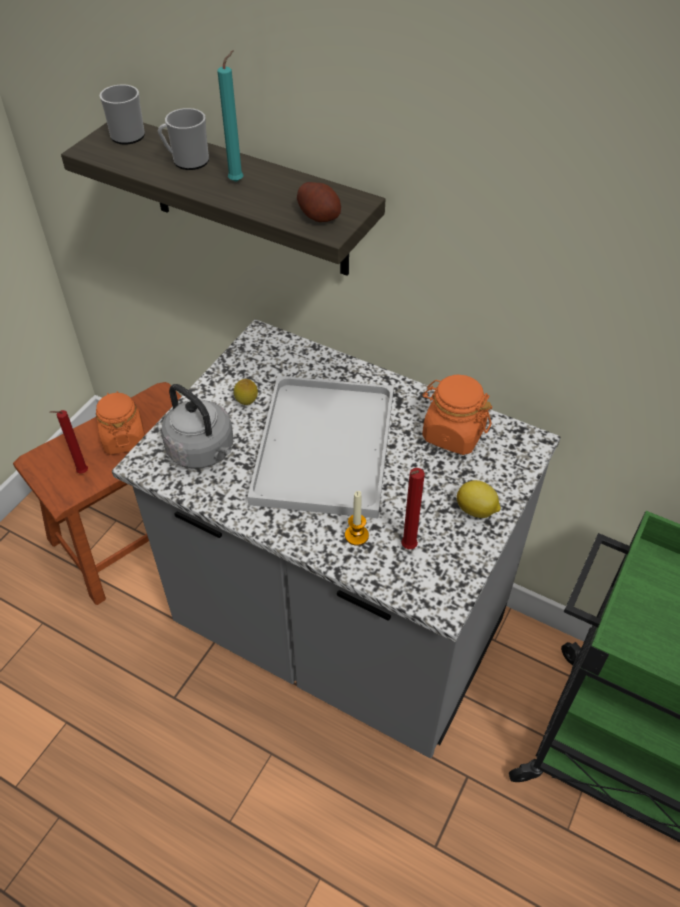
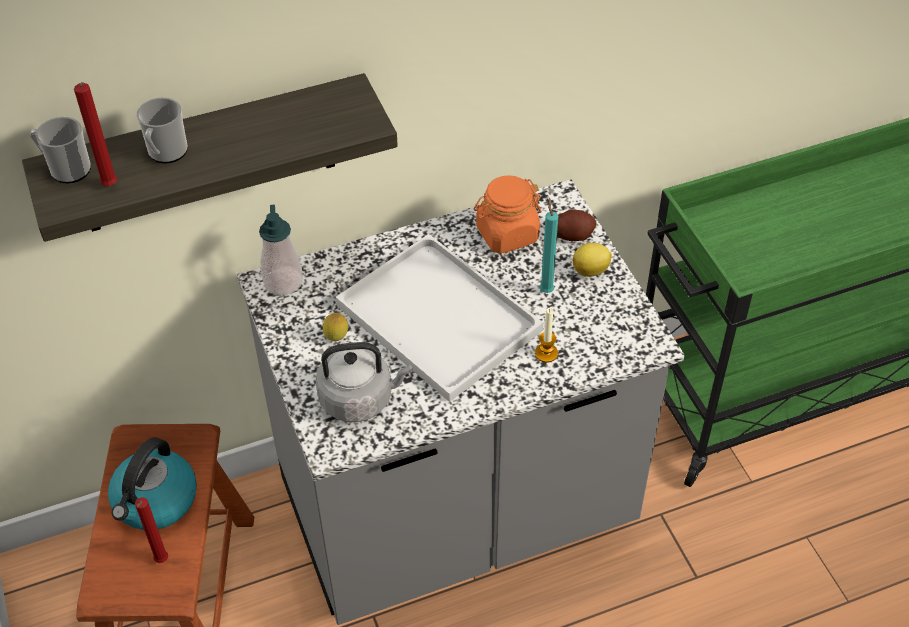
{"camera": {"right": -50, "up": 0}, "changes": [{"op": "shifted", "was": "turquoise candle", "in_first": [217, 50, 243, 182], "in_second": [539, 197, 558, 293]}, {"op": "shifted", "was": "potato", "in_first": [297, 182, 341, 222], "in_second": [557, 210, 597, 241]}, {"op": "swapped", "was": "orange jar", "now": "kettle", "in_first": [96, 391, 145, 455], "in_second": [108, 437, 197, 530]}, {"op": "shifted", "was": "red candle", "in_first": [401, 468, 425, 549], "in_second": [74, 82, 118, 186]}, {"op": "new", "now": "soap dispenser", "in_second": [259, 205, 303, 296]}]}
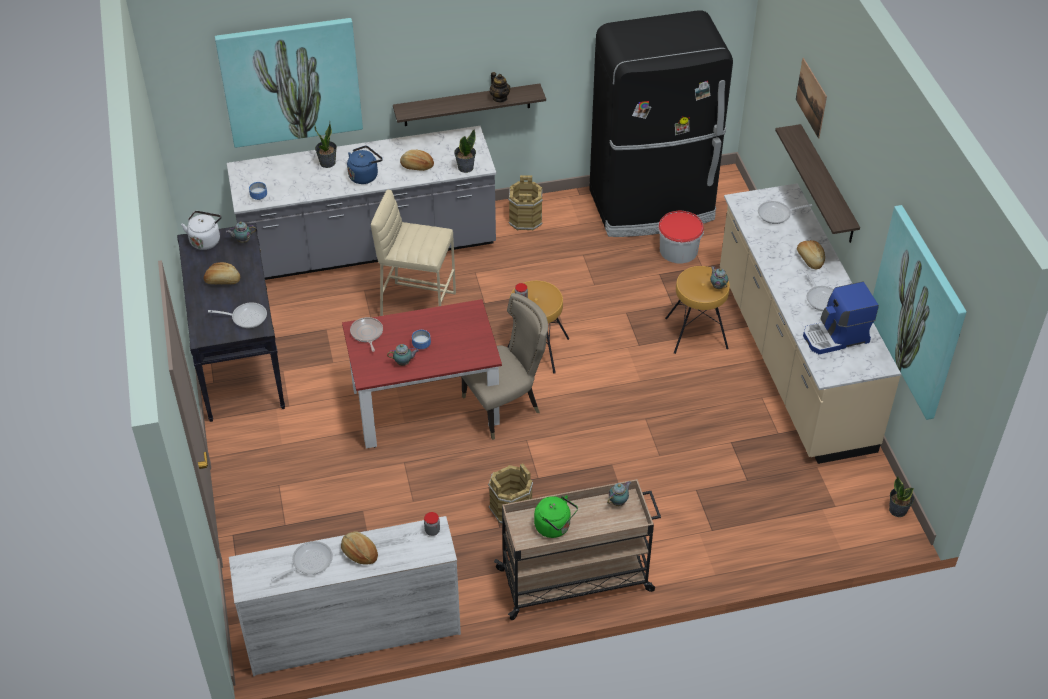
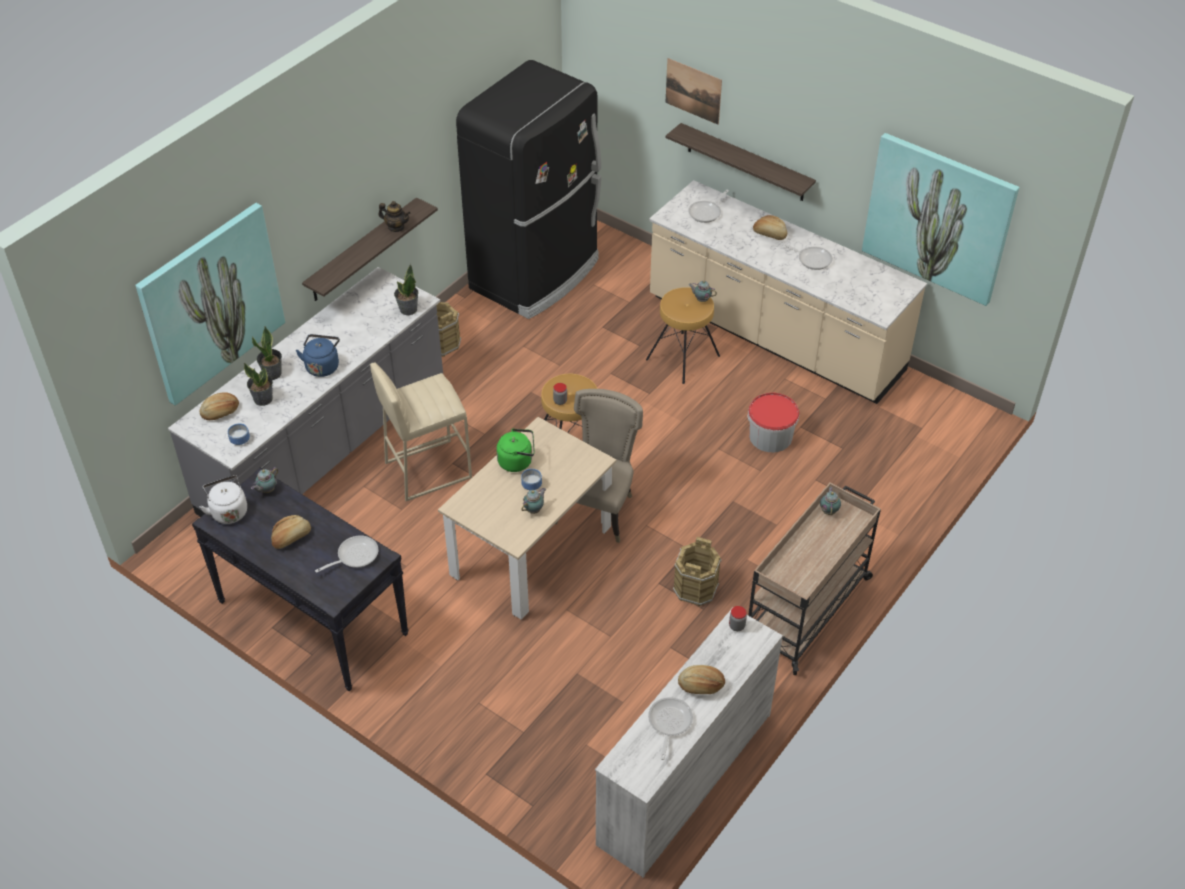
{"camera": {"right": -40, "up": 0}, "changes": [{"op": "shifted", "was": "bread", "in_first": [400, 150, 434, 171], "in_second": [199, 392, 239, 420]}, {"op": "shifted", "was": "bucket", "in_first": [658, 210, 704, 264], "in_second": [747, 393, 799, 452]}, {"op": "gone", "was": "coffee machine", "in_first": [803, 282, 879, 354]}, {"op": "repainted", "was": "red dining table", "now": "beige dining table", "in_first": [342, 299, 502, 448], "in_second": [438, 417, 616, 619]}, {"op": "gone", "was": "frying pan", "in_first": [350, 317, 383, 352]}, {"op": "shifted", "was": "potted plant", "in_first": [889, 476, 914, 517], "in_second": [244, 363, 273, 406]}, {"op": "shifted", "was": "green kettle", "in_first": [534, 495, 578, 538], "in_second": [496, 429, 535, 472]}]}
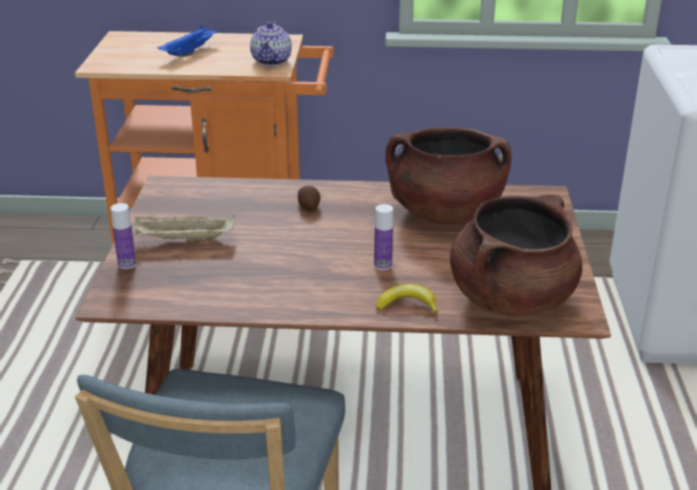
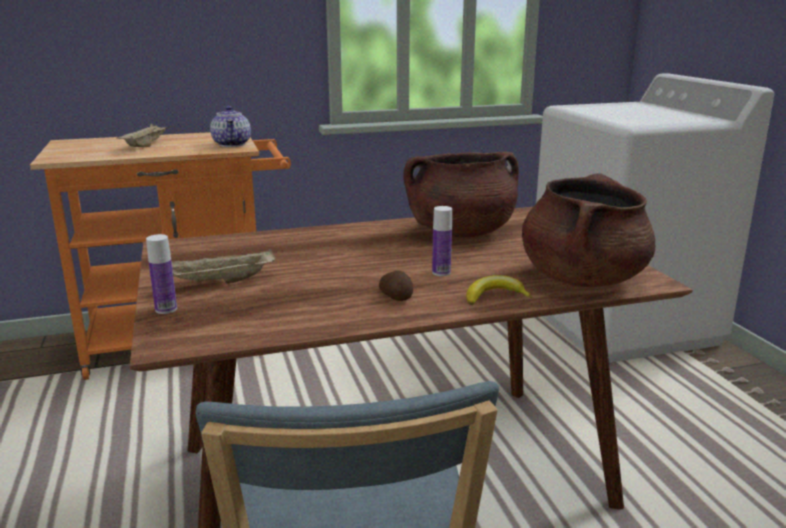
{"camera": {"right": -20, "up": -10}, "changes": [{"op": "repainted", "was": "blue tray", "now": "beige tray", "in_first": [158, 26, 222, 57], "in_second": [116, 123, 174, 147]}, {"op": "shifted", "was": "potato", "in_first": [298, 186, 321, 211], "in_second": [379, 270, 413, 301]}]}
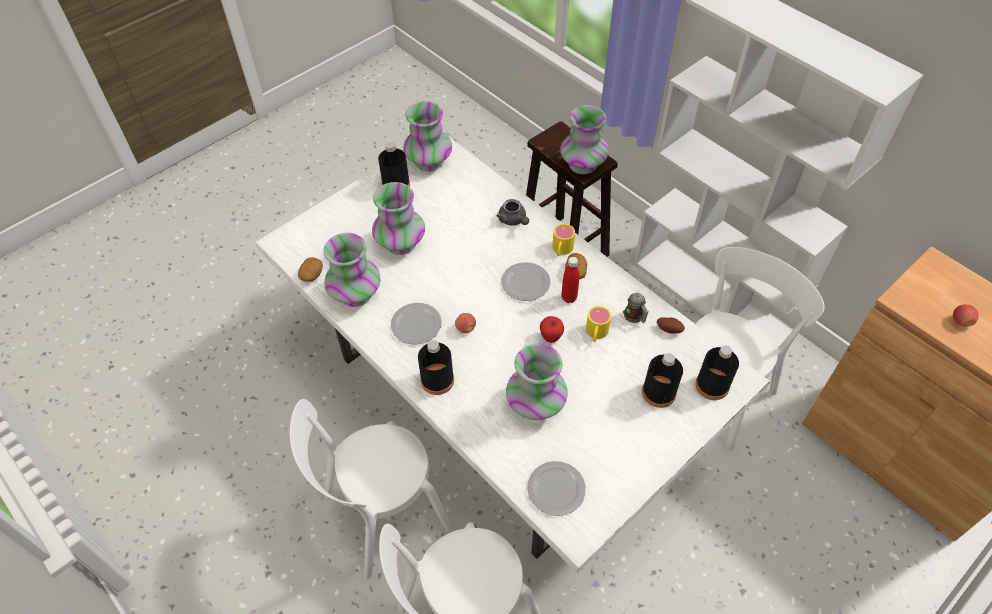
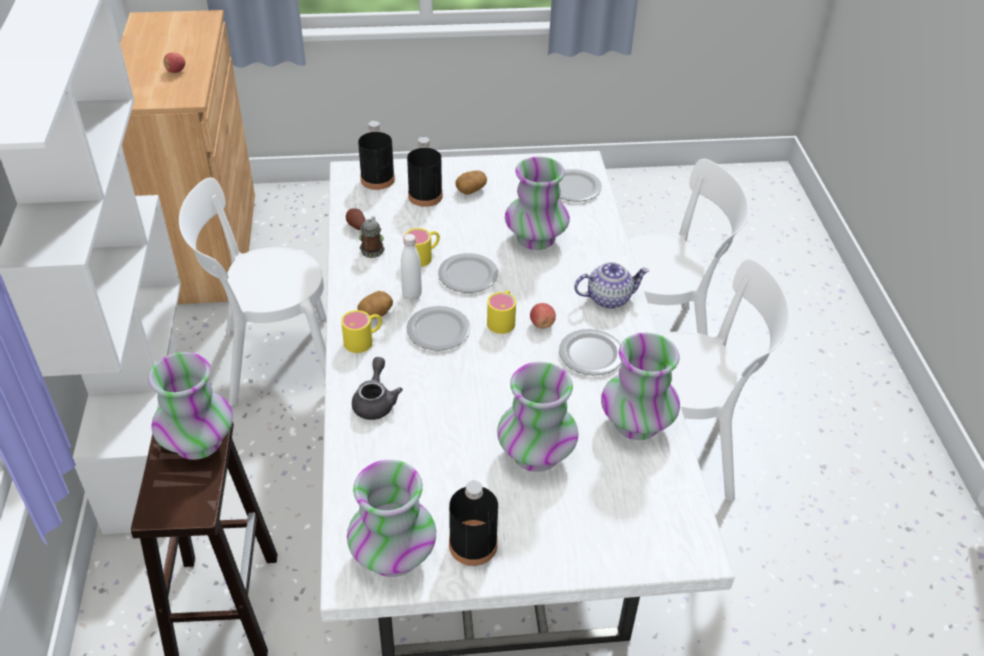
{"camera": {"right": -145, "up": -10}, "changes": [{"op": "shifted", "was": "potato", "in_first": [298, 257, 323, 282], "in_second": [455, 170, 487, 195]}, {"op": "repainted", "was": "red bottle", "now": "white bottle", "in_first": [561, 257, 579, 303], "in_second": [401, 234, 422, 300]}, {"op": "swapped", "was": "apple", "now": "plate", "in_first": [540, 316, 564, 343], "in_second": [438, 253, 498, 293]}, {"op": "swapped", "was": "black bottle", "now": "teapot", "in_first": [418, 340, 454, 395], "in_second": [574, 262, 649, 309]}, {"op": "new", "now": "yellow mug", "in_second": [487, 290, 516, 334]}]}
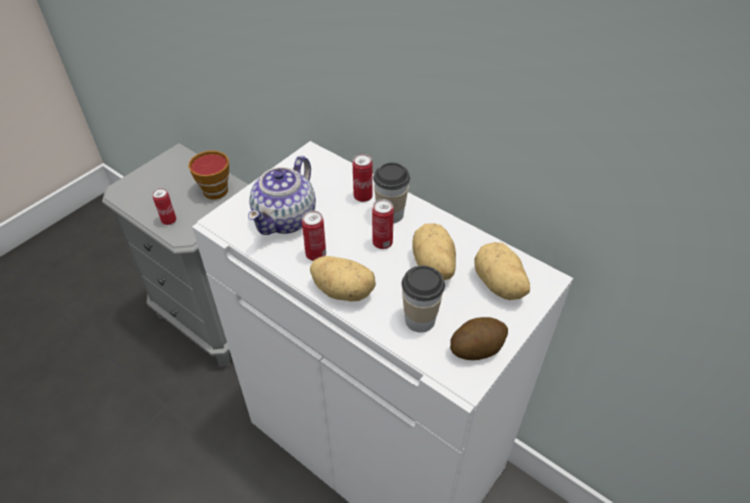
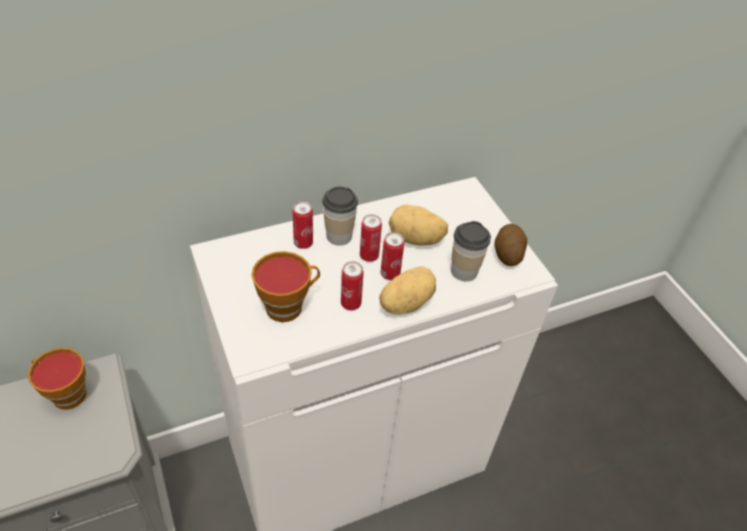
{"camera": {"right": -65, "up": 0}, "changes": [{"op": "swapped", "was": "teapot", "now": "cup", "in_first": [248, 156, 316, 235], "in_second": [252, 251, 320, 322]}, {"op": "shifted", "was": "can", "in_first": [152, 188, 176, 225], "in_second": [381, 232, 404, 280]}, {"op": "gone", "was": "potato", "in_first": [474, 242, 530, 300]}]}
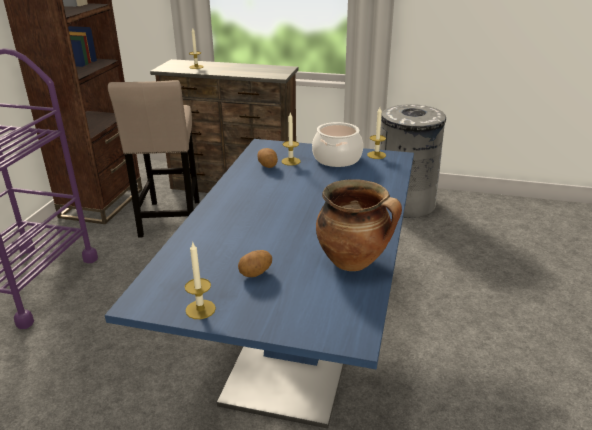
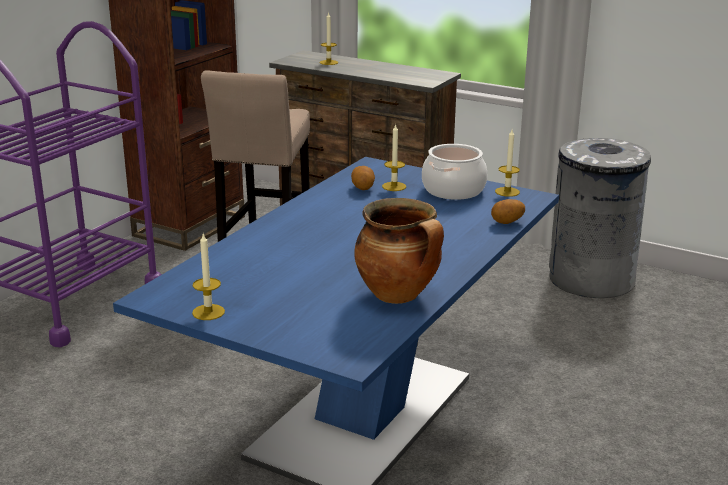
{"camera": {"right": 15, "up": -5}, "changes": [{"op": "shifted", "was": "potato", "in_first": [238, 250, 272, 277], "in_second": [491, 199, 525, 224]}]}
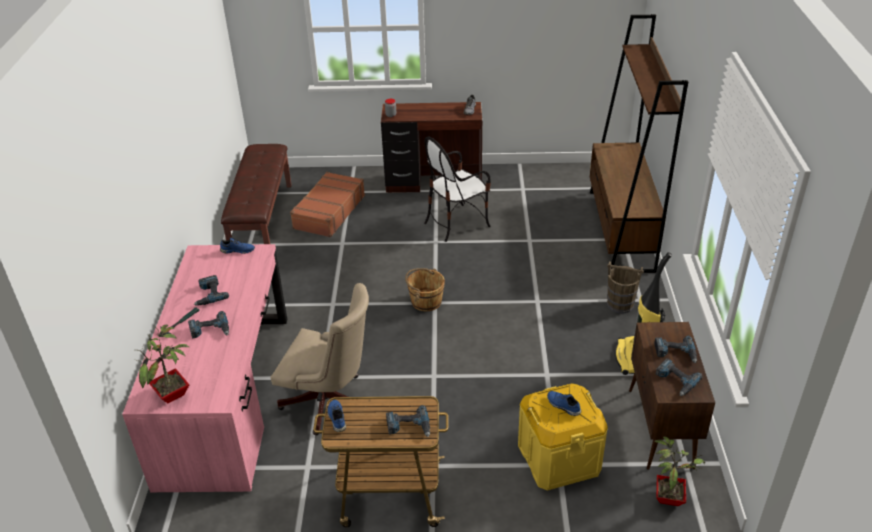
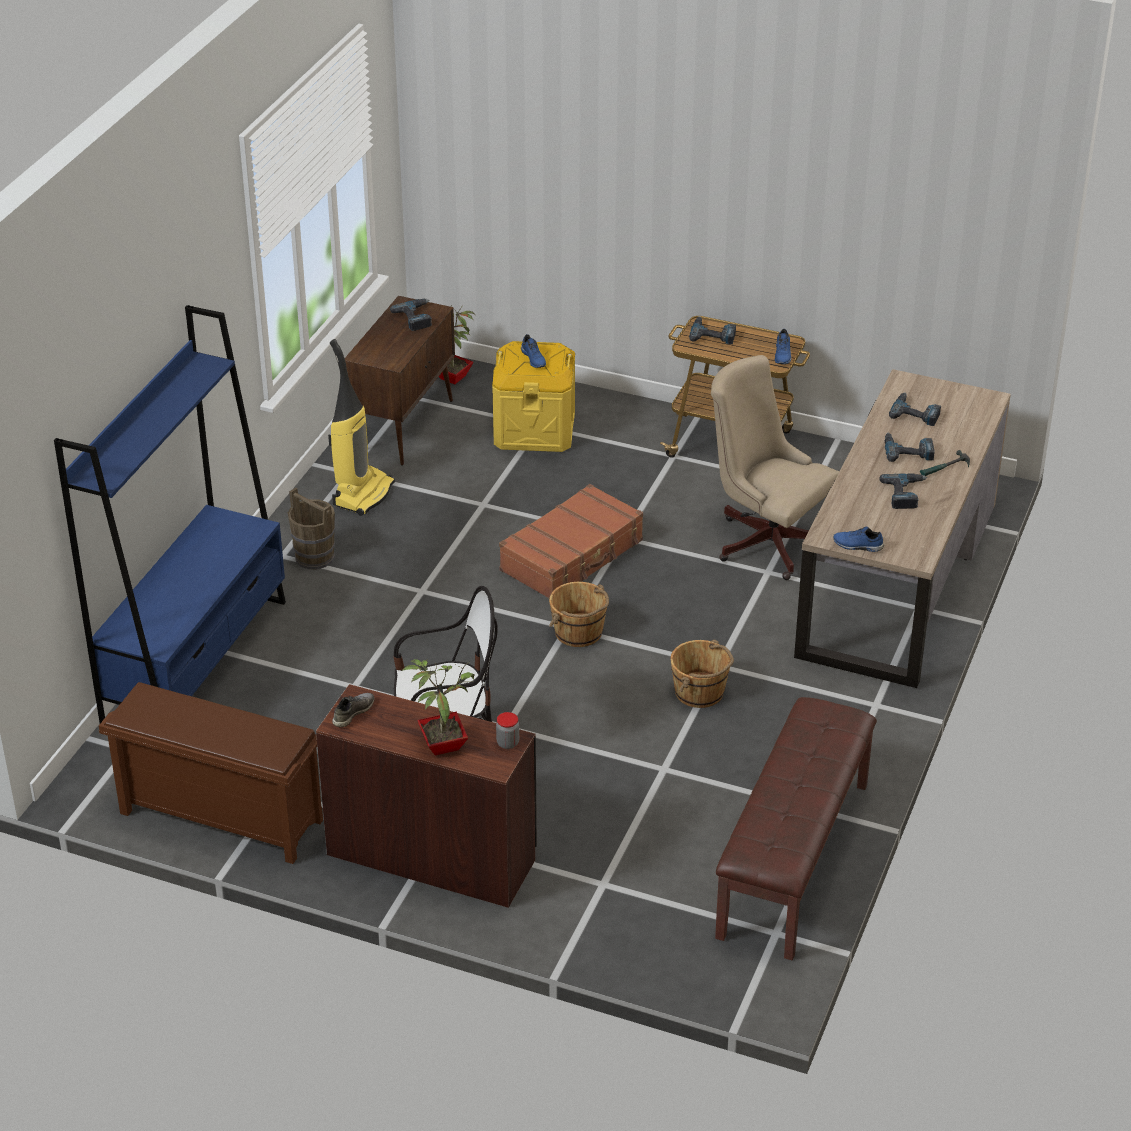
{"camera": {"right": -160, "up": 0}, "changes": [{"op": "repainted", "was": "brown bookcase", "now": "blue bookcase", "in_first": [590, 14, 689, 273], "in_second": [54, 305, 286, 723]}, {"op": "shifted", "was": "brown suitcase", "in_first": [290, 172, 365, 237], "in_second": [499, 484, 643, 599]}, {"op": "repainted", "was": "pink desk", "now": "brown desk", "in_first": [122, 244, 287, 492], "in_second": [794, 369, 1011, 688]}, {"op": "shifted", "was": "potted plant", "in_first": [137, 325, 190, 403], "in_second": [402, 659, 475, 756]}, {"op": "shifted", "was": "power drill", "in_first": [654, 336, 697, 363], "in_second": [889, 392, 941, 426]}, {"op": "new", "now": "brown bucket", "in_second": [670, 640, 734, 708]}, {"op": "new", "now": "brown shoe rack", "in_second": [99, 682, 323, 864]}]}
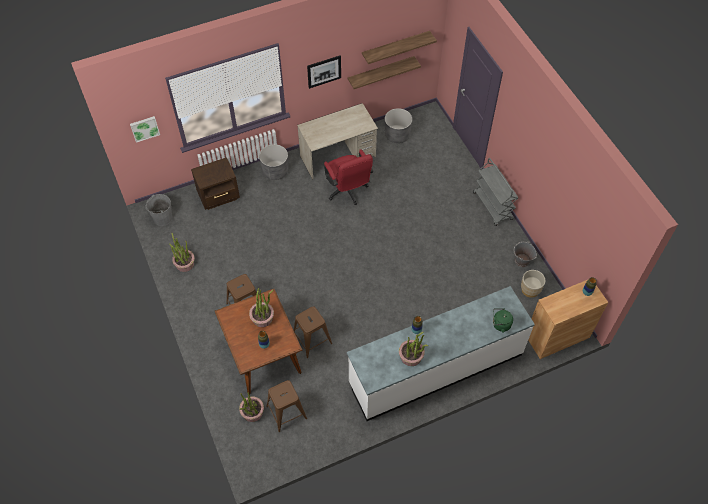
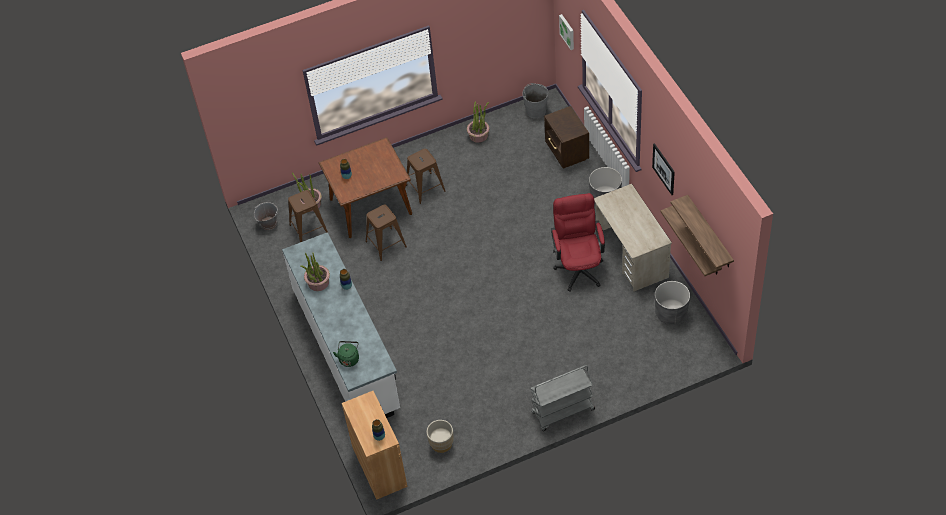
{"camera": {"right": 95, "up": -5}, "changes": [{"op": "rotated", "was": "red office chair", "in_first": [324, 149, 373, 205], "in_second": [551, 193, 605, 292], "clockwise": 105}, {"op": "shifted", "was": "grey bucket", "in_first": [514, 241, 537, 267], "in_second": [254, 202, 278, 230]}, {"op": "gone", "was": "potted plant", "in_first": [249, 288, 274, 327]}]}
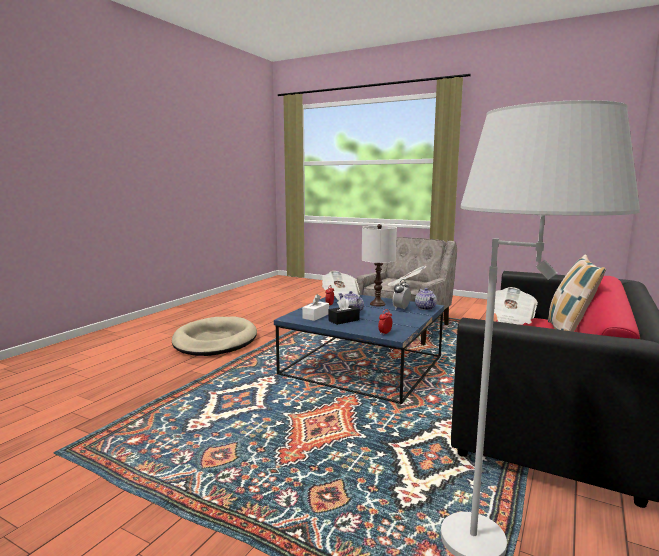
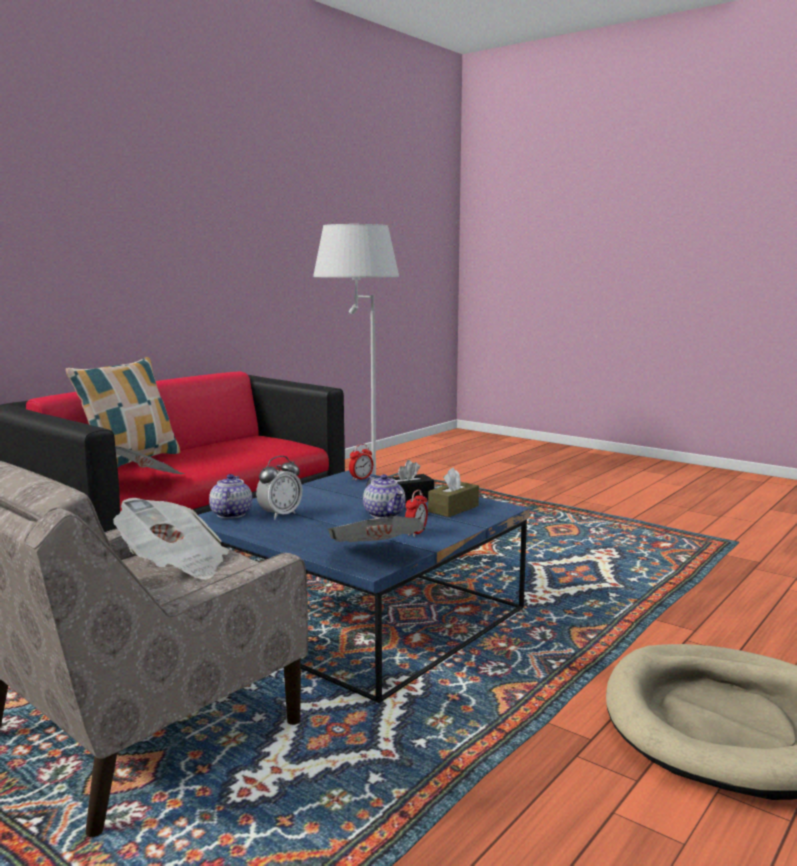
{"camera": {"right": -170, "up": 0}, "changes": [{"op": "gone", "was": "white table lamp", "in_first": [362, 224, 397, 306]}, {"op": "repainted", "was": "white tissue box", "now": "brown tissue box", "in_first": [302, 294, 329, 321], "in_second": [428, 468, 479, 517]}]}
